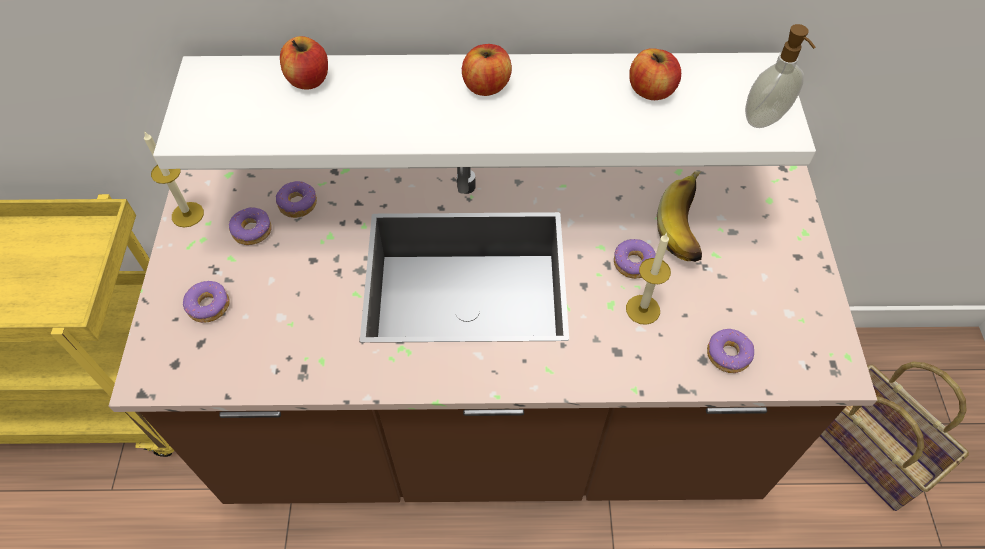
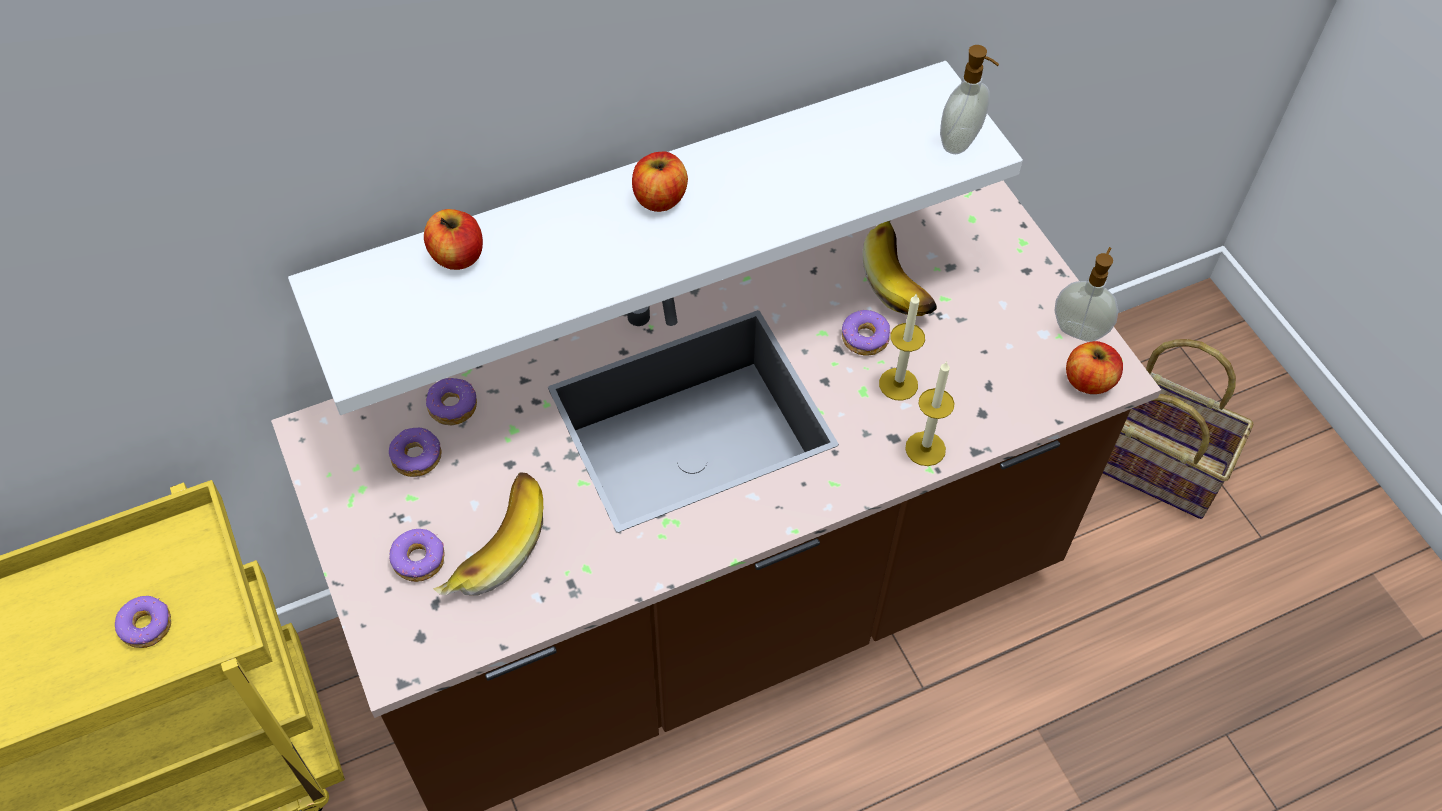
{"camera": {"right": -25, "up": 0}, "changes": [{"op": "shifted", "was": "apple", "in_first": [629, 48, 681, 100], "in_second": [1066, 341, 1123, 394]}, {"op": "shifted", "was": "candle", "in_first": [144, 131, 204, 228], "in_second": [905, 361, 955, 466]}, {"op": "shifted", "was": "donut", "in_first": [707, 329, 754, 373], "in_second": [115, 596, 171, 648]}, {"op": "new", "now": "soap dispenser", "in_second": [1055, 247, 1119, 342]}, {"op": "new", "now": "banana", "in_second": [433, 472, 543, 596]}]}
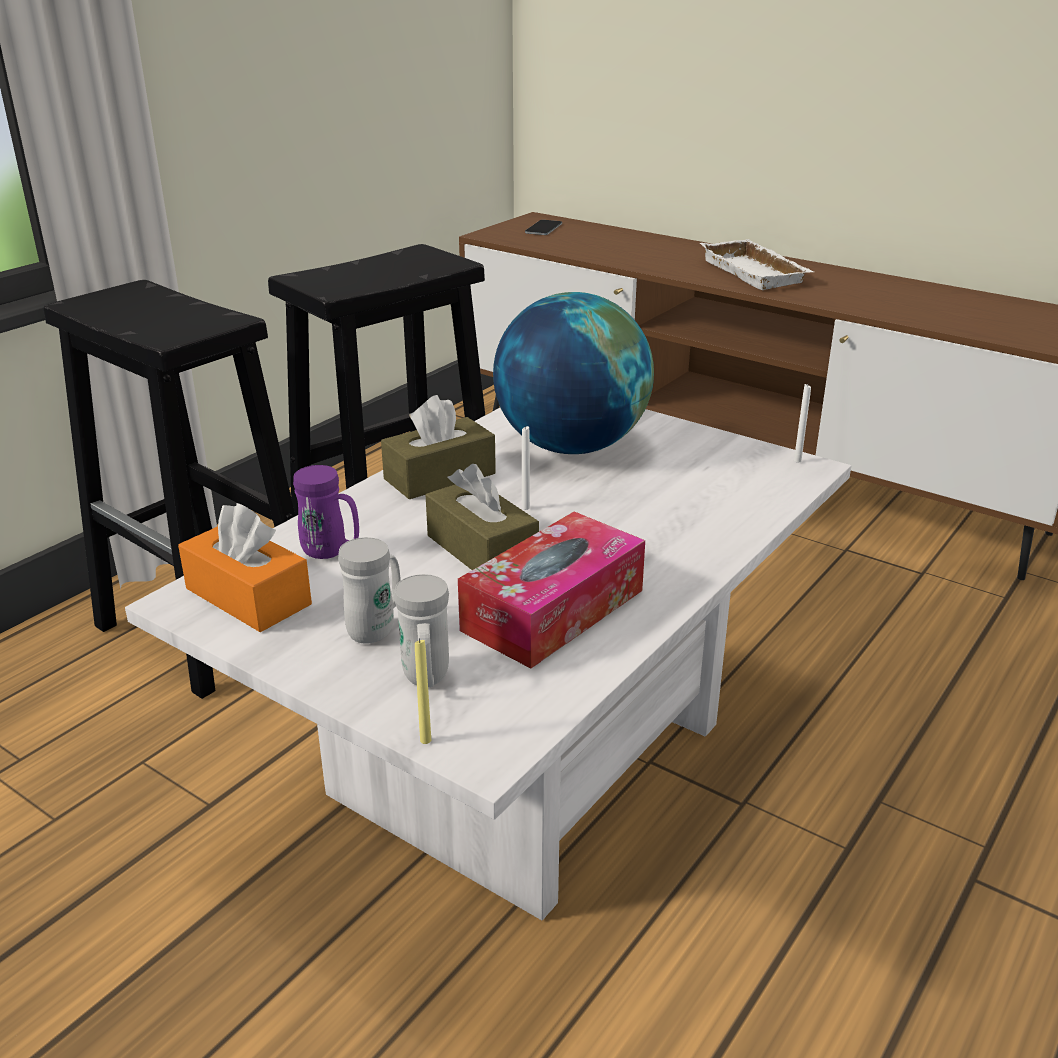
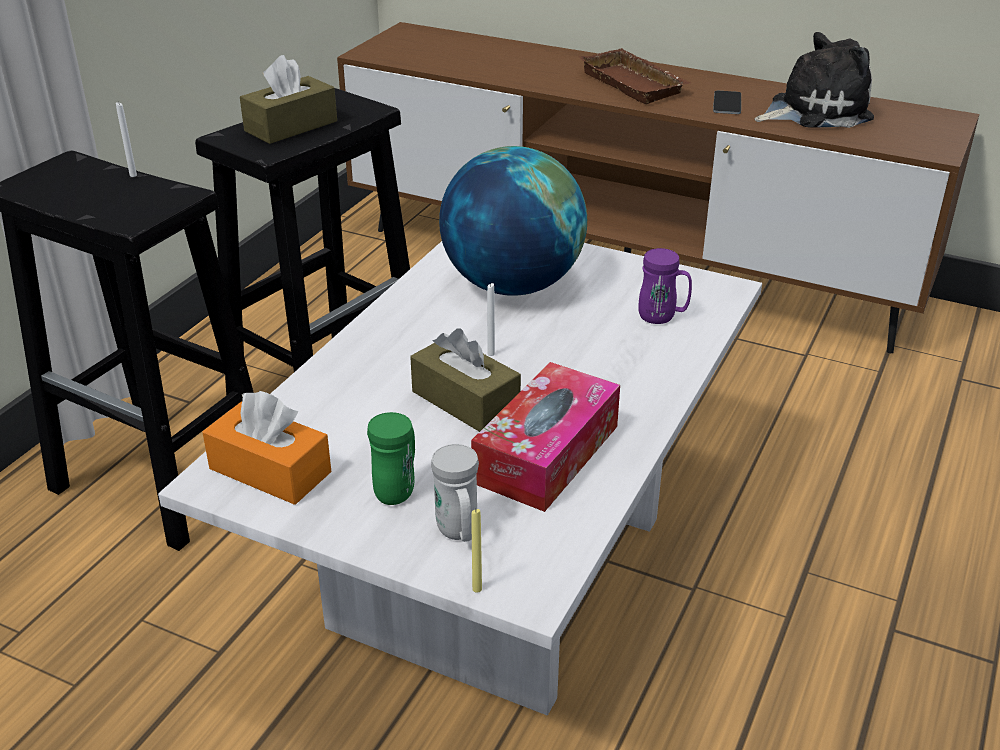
{"camera": {"right": -10, "up": 5}, "changes": [{"op": "shifted", "was": "phone", "in_first": [525, 220, 562, 235], "in_second": [713, 91, 741, 114]}, {"op": "repainted", "was": "white tray", "now": "brown tray", "in_first": [700, 239, 814, 290], "in_second": [579, 48, 690, 104]}, {"op": "shifted", "was": "white candle", "in_first": [794, 384, 811, 463], "in_second": [116, 102, 137, 177]}, {"op": "shifted", "was": "brown tissue box", "in_first": [381, 395, 496, 499], "in_second": [240, 55, 337, 144]}, {"op": "shifted", "was": "purple mug", "in_first": [293, 465, 359, 559], "in_second": [638, 248, 692, 324]}, {"op": "repainted", "was": "white mug", "now": "green mug", "in_first": [338, 537, 400, 644], "in_second": [367, 412, 415, 505]}, {"op": "new", "now": "plush toy", "in_second": [754, 32, 874, 128]}]}
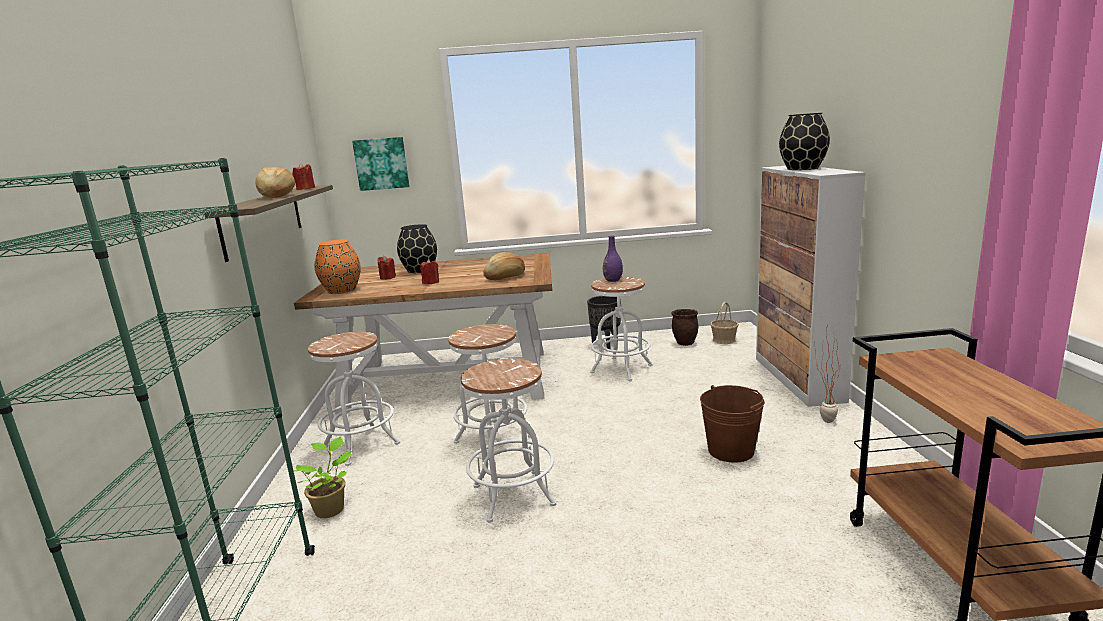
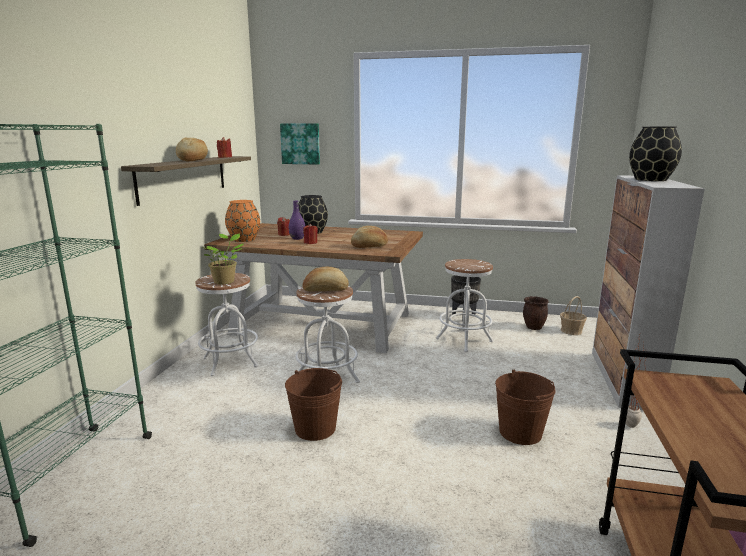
{"camera": {"right": 15, "up": 0}, "changes": [{"op": "shifted", "was": "purple vase", "in_first": [603, 236, 623, 282], "in_second": [289, 201, 305, 240]}, {"op": "swapped", "was": "white stool", "now": "brown bucket", "in_first": [461, 359, 556, 523], "in_second": [285, 368, 342, 441]}, {"op": "shifted", "was": "potted plant", "in_first": [294, 437, 352, 518], "in_second": [204, 233, 244, 284]}, {"op": "new", "now": "bread", "in_second": [303, 267, 349, 292]}]}
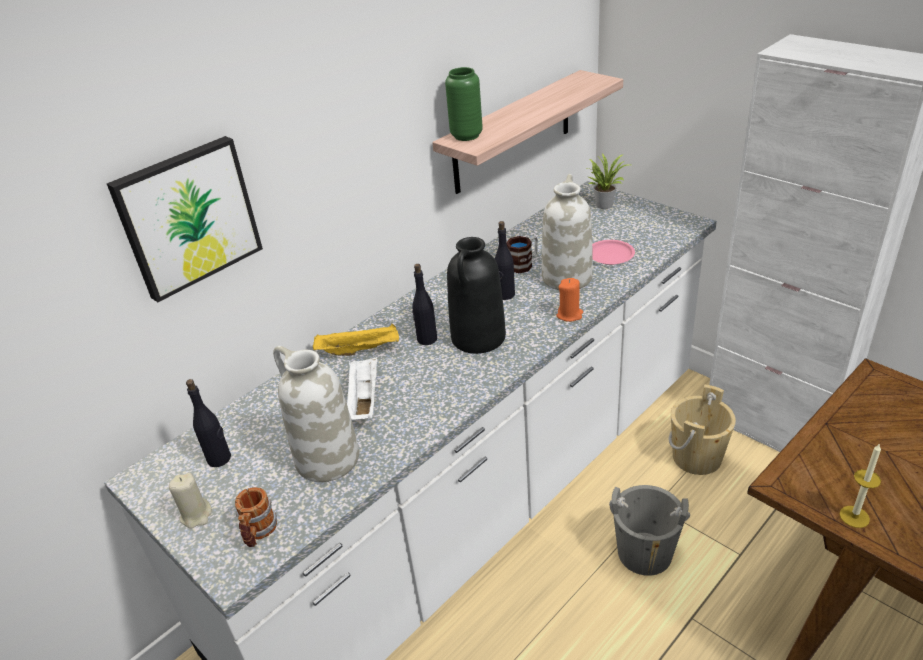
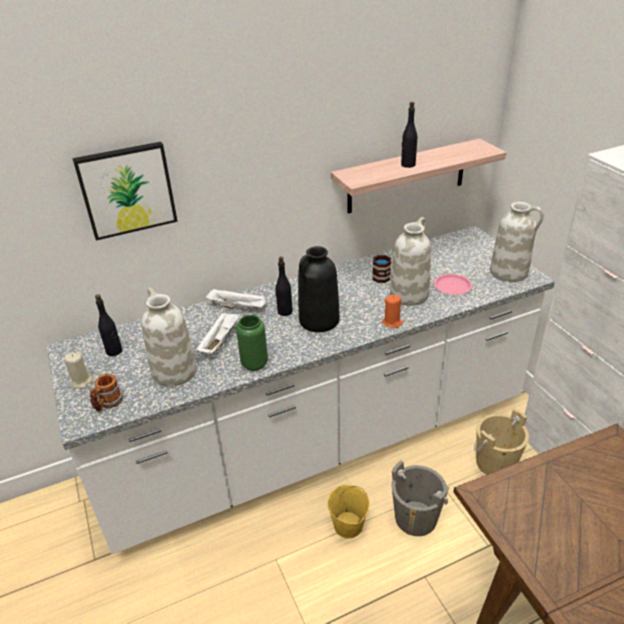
{"camera": {"right": 20, "up": 0}, "changes": [{"op": "shifted", "was": "green vase", "in_first": [445, 67, 483, 141], "in_second": [236, 315, 268, 371]}, {"op": "gone", "was": "potted plant", "in_first": [587, 153, 630, 209]}, {"op": "shifted", "was": "black bottle", "in_first": [495, 221, 515, 300], "in_second": [401, 102, 417, 168]}, {"op": "repainted", "was": "yellow tray", "now": "white tray", "in_first": [312, 324, 399, 356], "in_second": [206, 288, 266, 309]}, {"op": "gone", "was": "candle", "in_first": [840, 443, 881, 528]}, {"op": "new", "now": "white vase", "in_second": [490, 202, 544, 282]}, {"op": "new", "now": "yellow bucket", "in_second": [327, 485, 369, 539]}]}
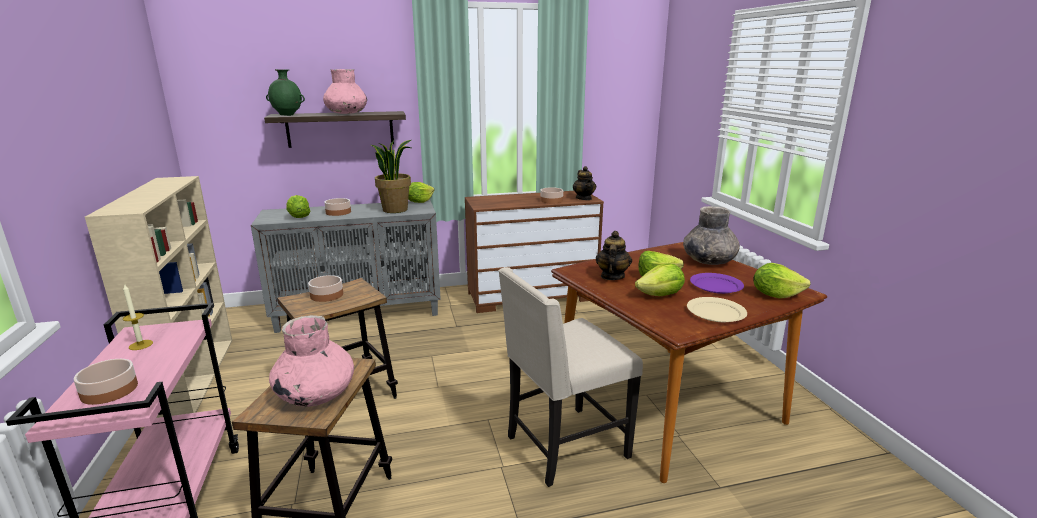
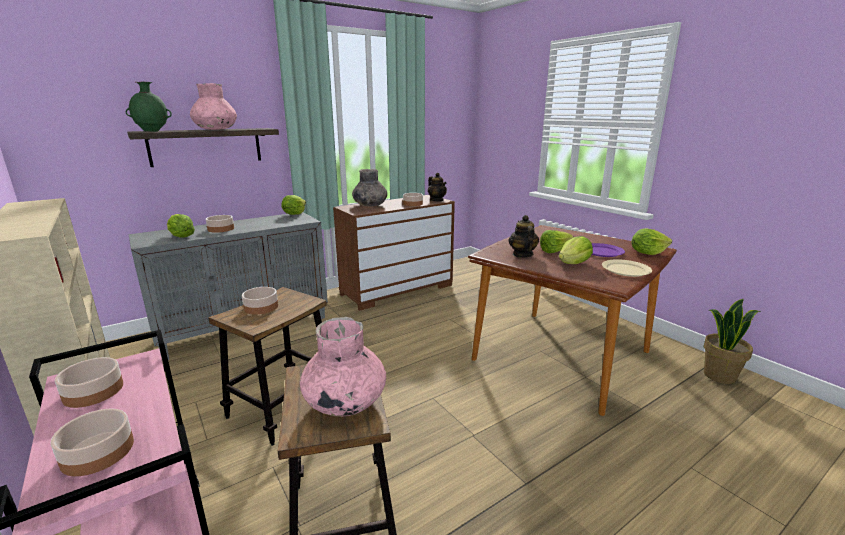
{"camera": {"right": -20, "up": 0}, "changes": [{"op": "shifted", "was": "potted plant", "in_first": [371, 140, 411, 213], "in_second": [703, 299, 761, 384]}, {"op": "shifted", "was": "grey vase", "in_first": [683, 206, 740, 265], "in_second": [352, 169, 387, 206]}, {"op": "gone", "was": "beige chair", "in_first": [498, 267, 643, 487]}, {"op": "swapped", "was": "candle", "now": "bowl", "in_first": [123, 284, 153, 350], "in_second": [55, 357, 123, 408]}]}
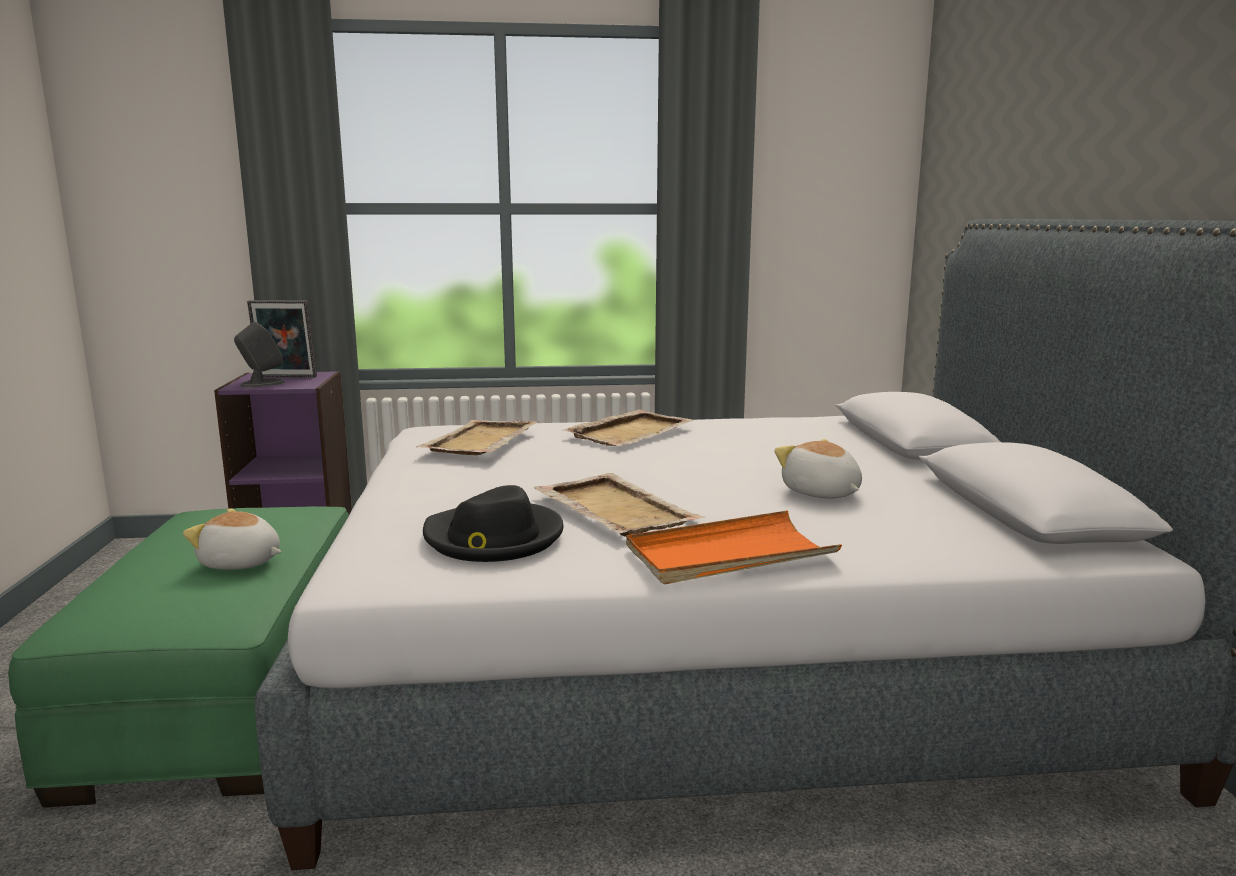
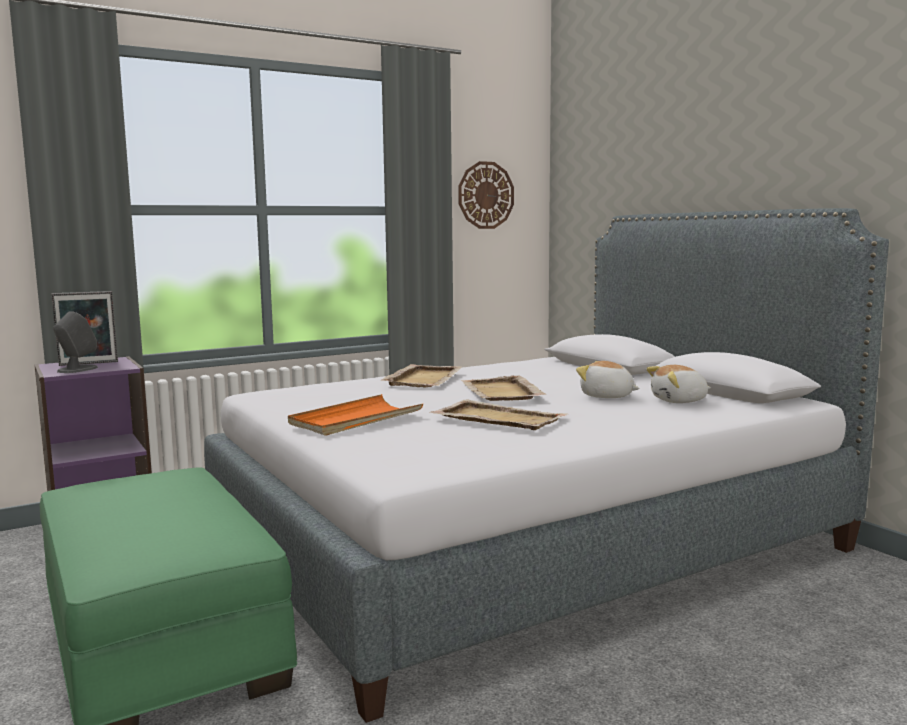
{"camera": {"right": -25, "up": -5}, "changes": [{"op": "shifted", "was": "beige tray", "in_first": [416, 420, 538, 455], "in_second": [461, 375, 546, 401]}, {"op": "gone", "was": "black hat", "in_first": [423, 485, 564, 562]}, {"op": "shifted", "was": "plush toy", "in_first": [183, 508, 282, 570], "in_second": [646, 365, 711, 403]}, {"op": "shifted", "was": "orange tray", "in_first": [626, 510, 842, 584], "in_second": [288, 394, 423, 436]}, {"op": "new", "now": "wall clock", "in_second": [458, 161, 514, 229]}]}
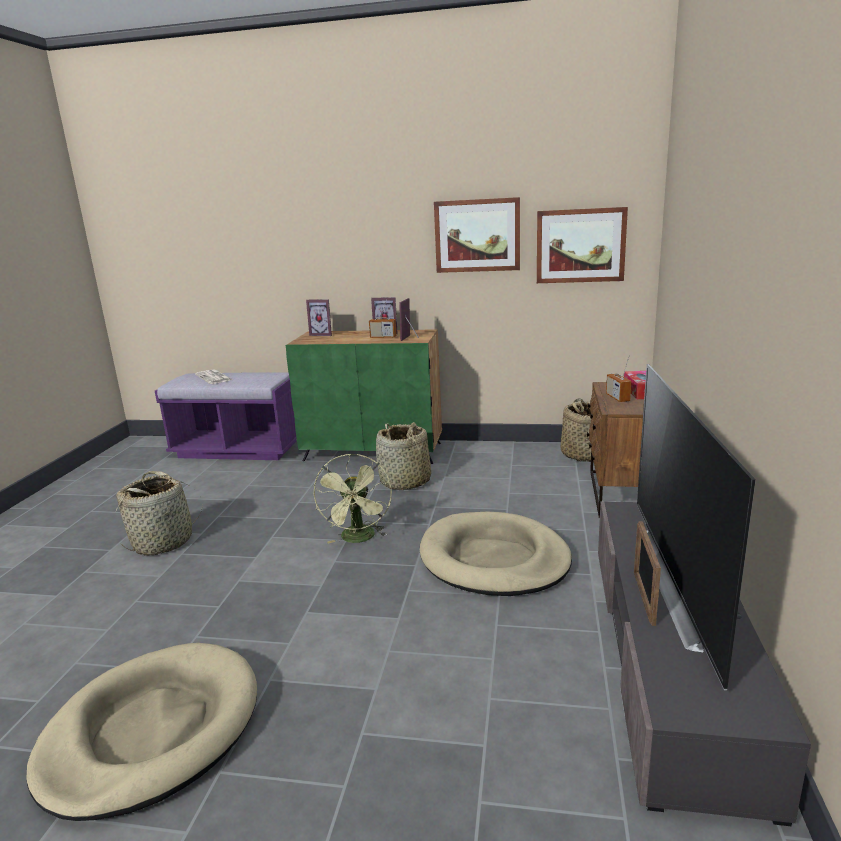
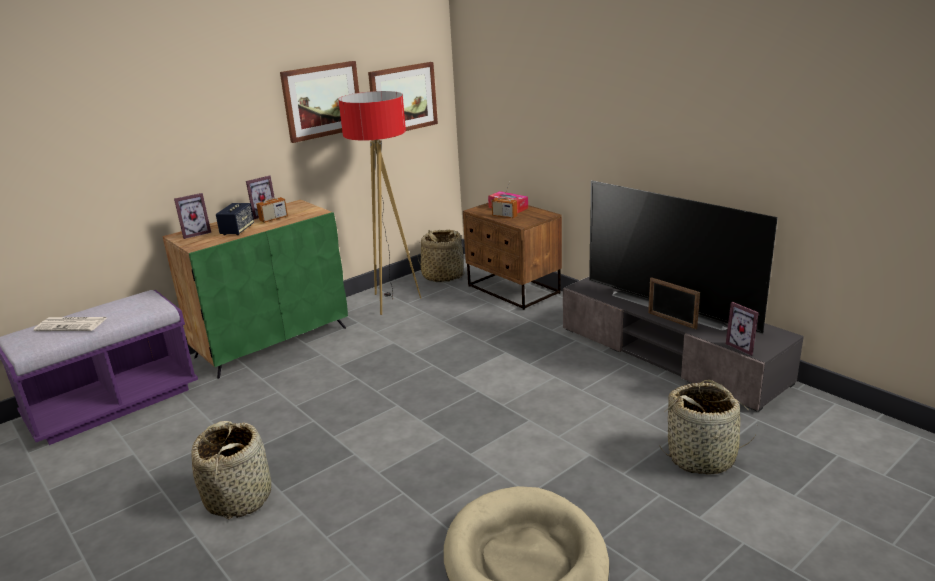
{"camera": {"right": -50, "up": 5}, "changes": [{"op": "shifted", "was": "picture frame", "in_first": [399, 298, 419, 341], "in_second": [726, 302, 759, 356]}, {"op": "shifted", "was": "basket", "in_first": [376, 422, 431, 490], "in_second": [659, 380, 757, 475]}, {"op": "gone", "was": "green fan", "in_first": [313, 454, 392, 543]}, {"op": "gone", "was": "beige dog bed", "in_first": [420, 512, 572, 596]}, {"op": "new", "now": "floor lamp", "in_second": [338, 91, 421, 315]}, {"op": "new", "now": "speaker", "in_second": [216, 203, 254, 235]}]}
